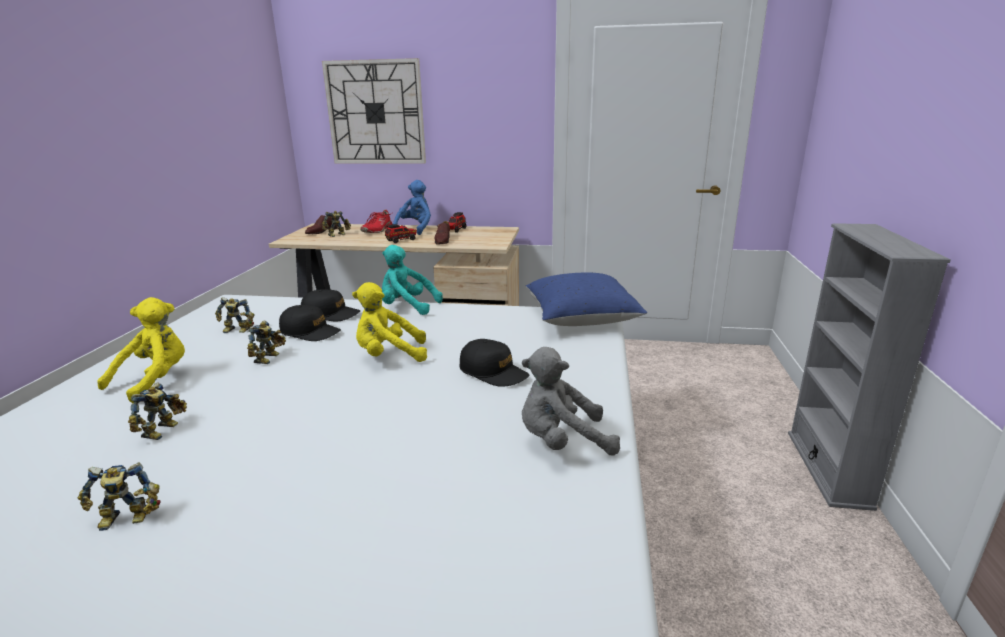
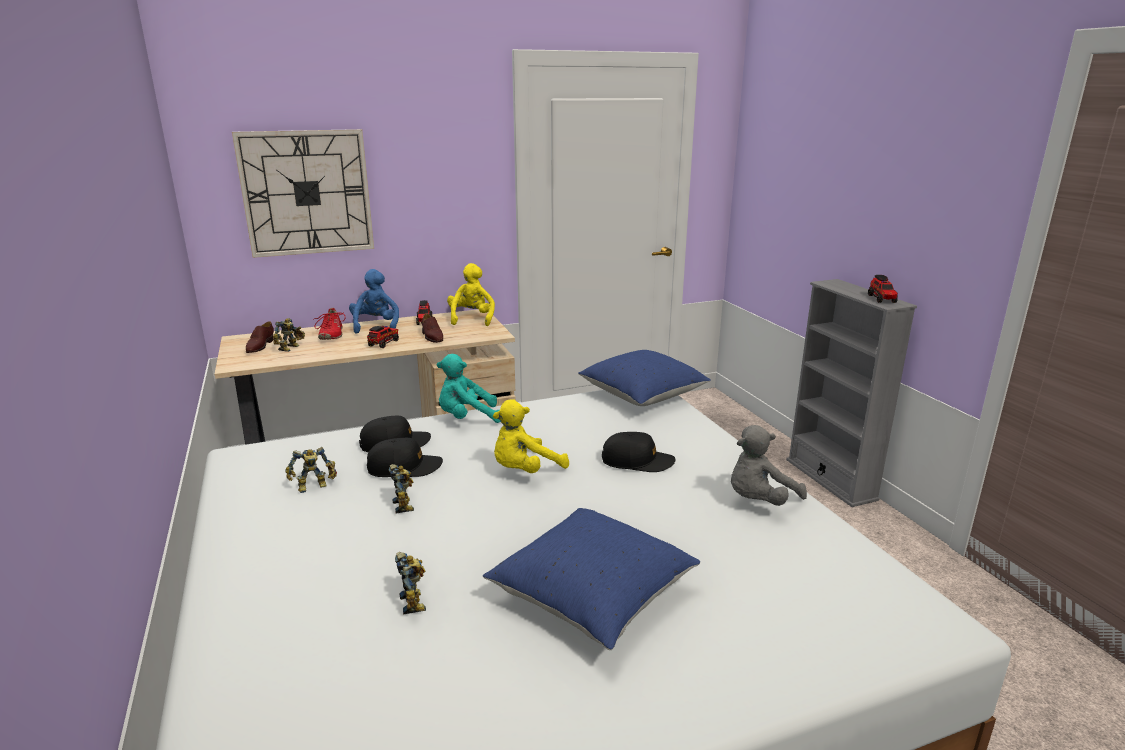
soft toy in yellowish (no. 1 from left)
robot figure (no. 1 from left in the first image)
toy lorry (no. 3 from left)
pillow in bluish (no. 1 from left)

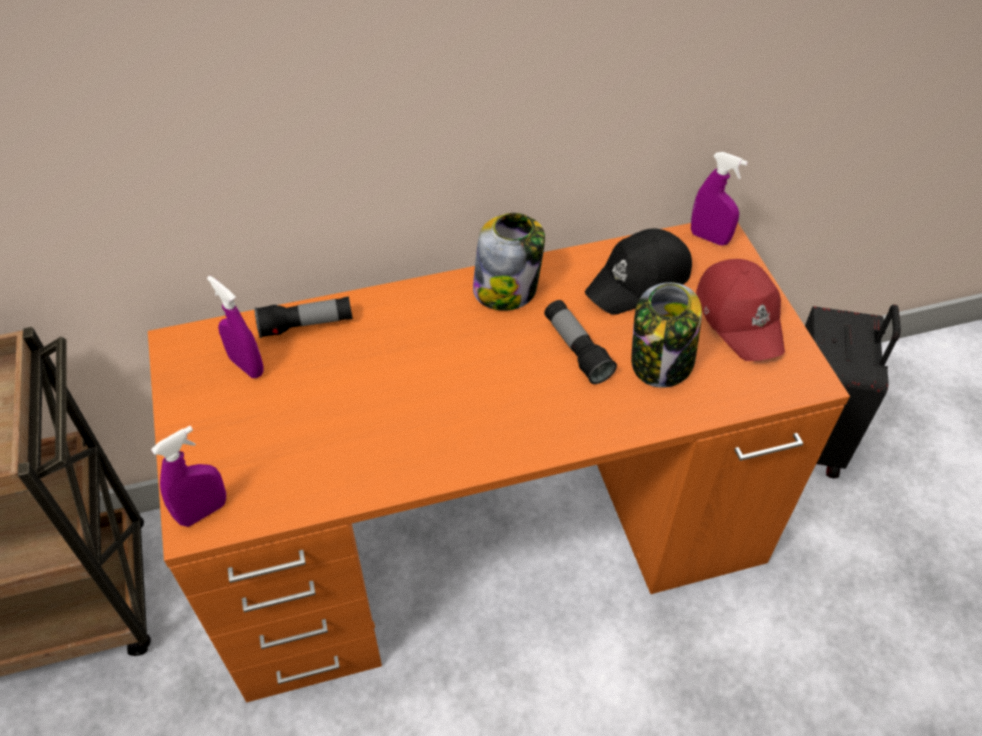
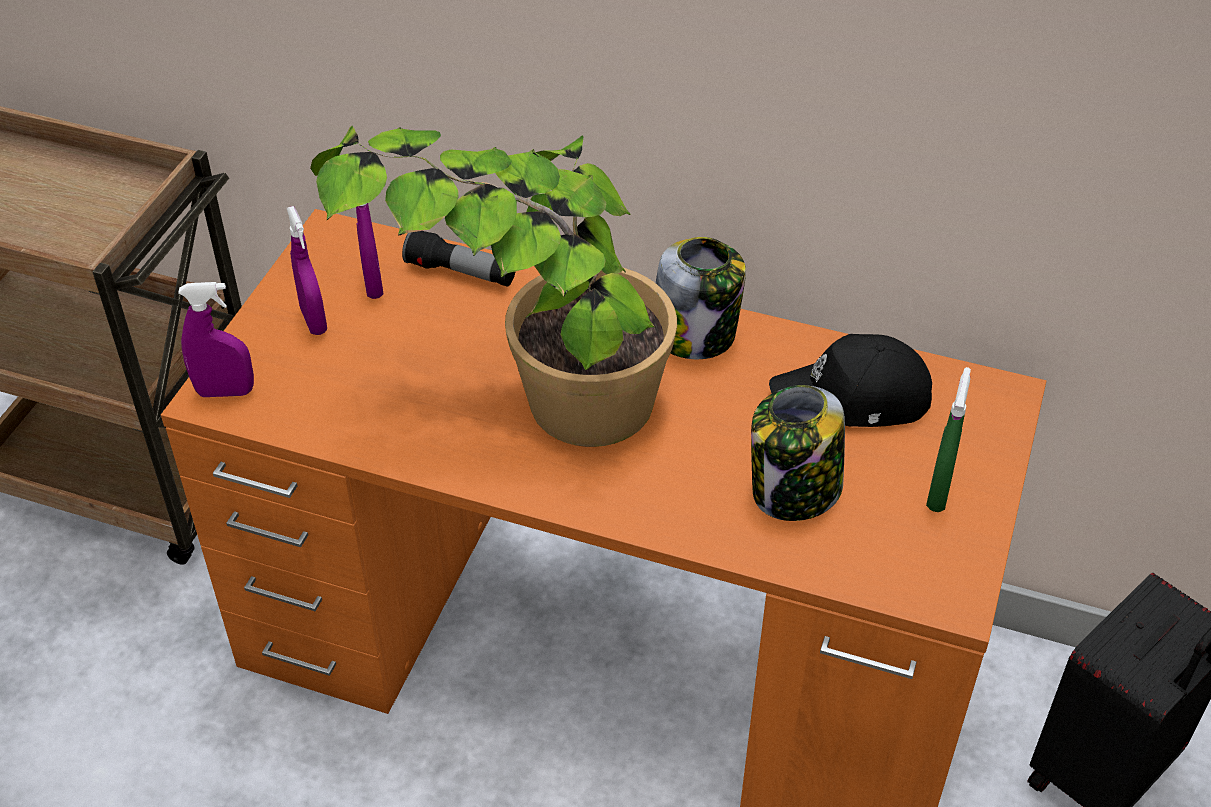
spray bottle in purple-coloured (no. 2 from left)
spray bottle in green-coloured
torch (no. 2 from left in the first image)
plant in a pot

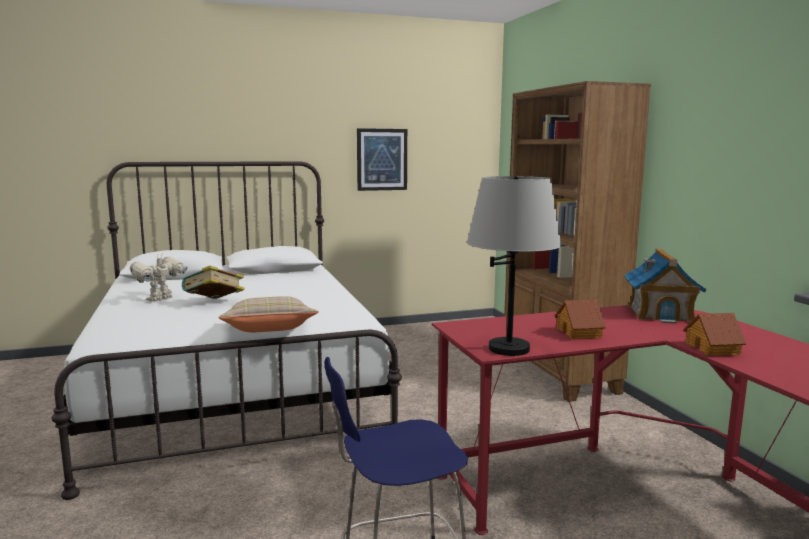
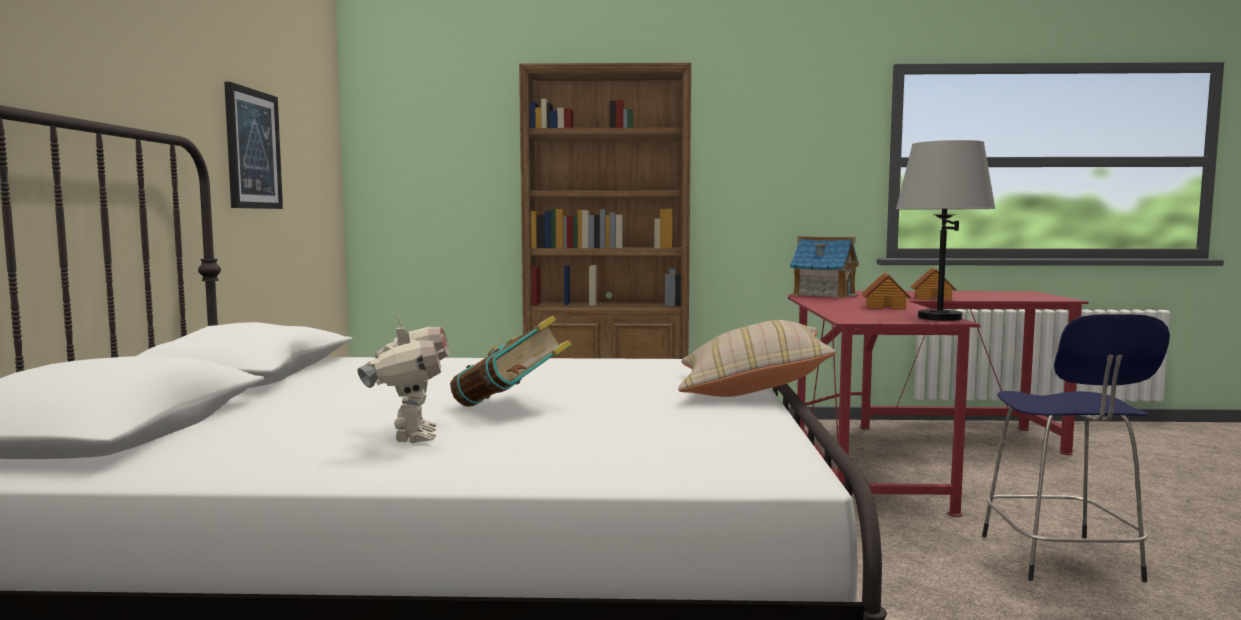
robot figure

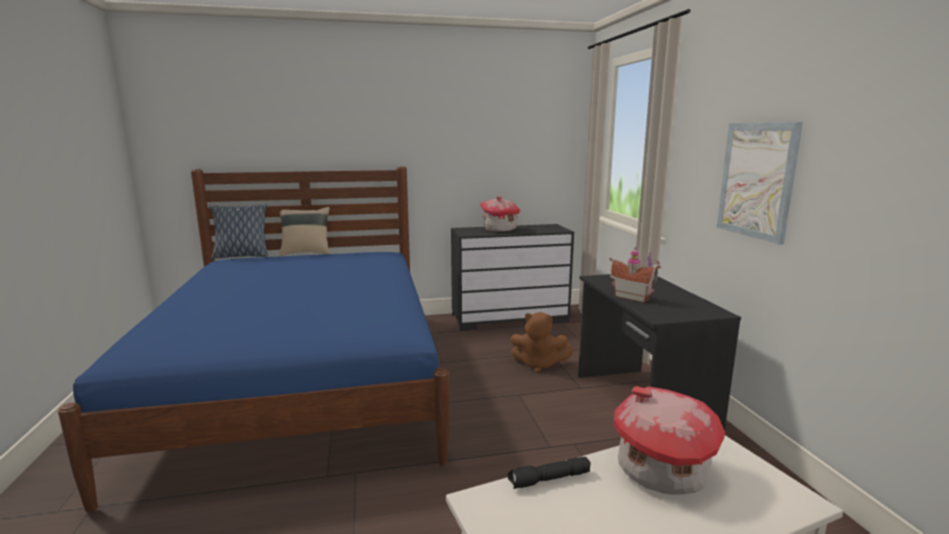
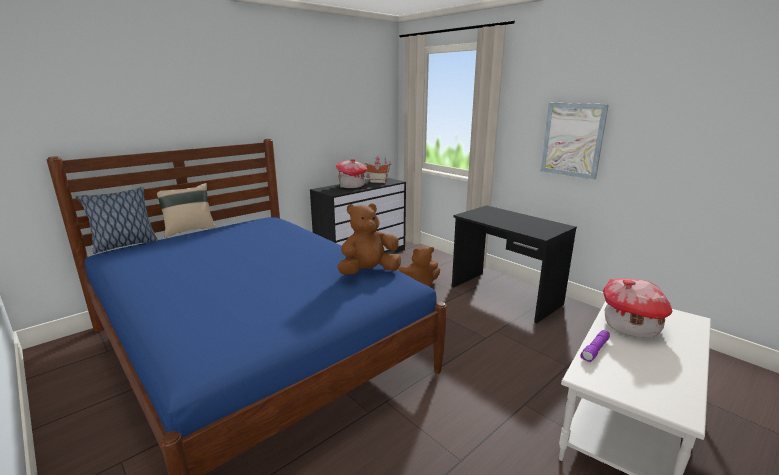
model house (no. 2 from left)
torch in purple-coloured
soft toy in brown (no. 1 from left)

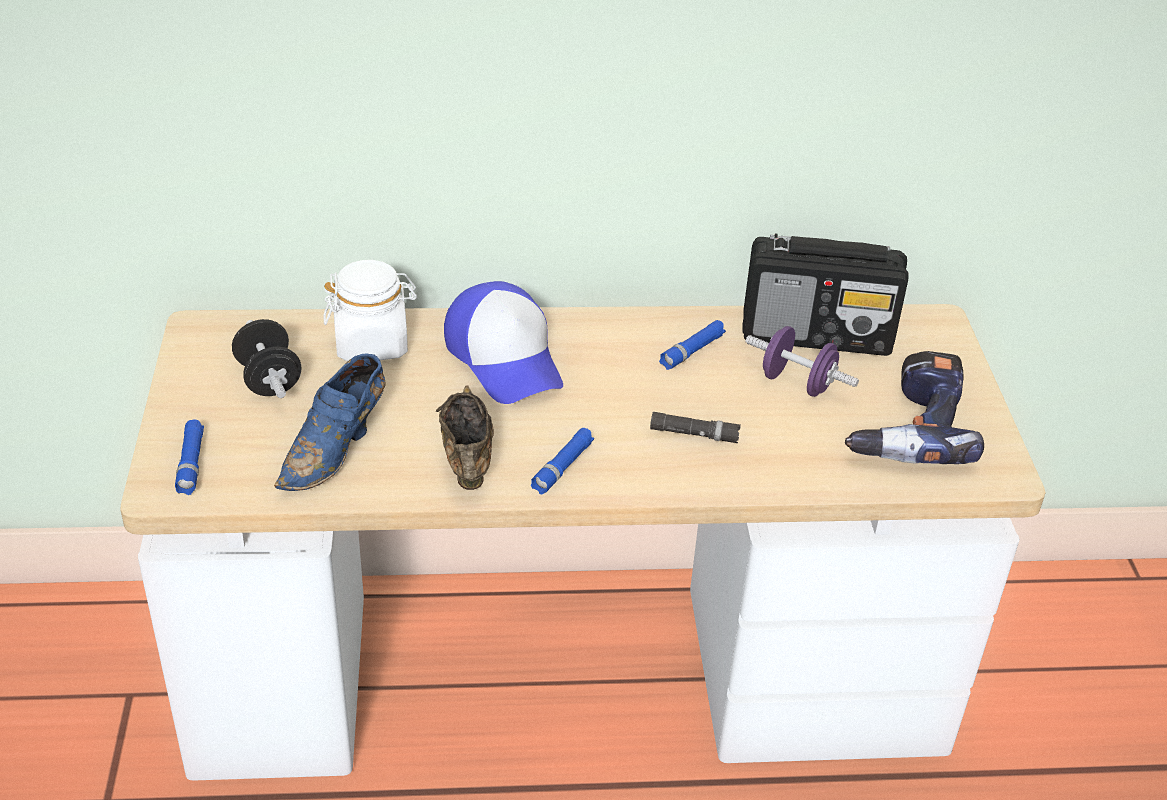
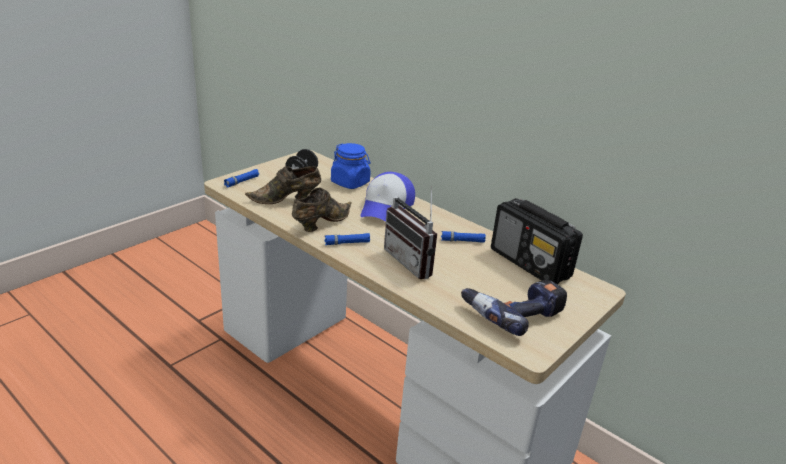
preserve jar in bluish
free weight in purple-coloured
item of footwear in brown (no. 1 from left)
radio (no. 1 from left)

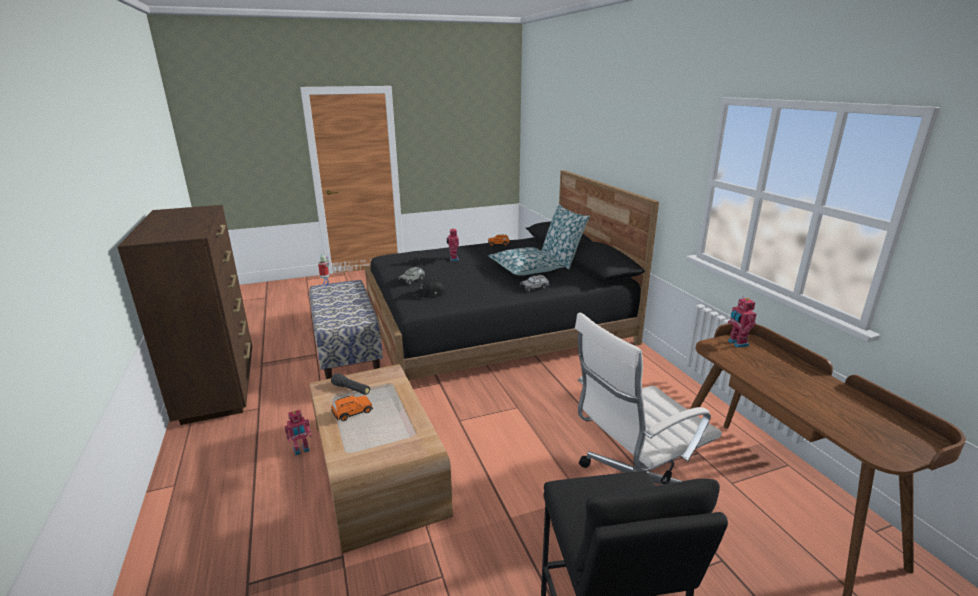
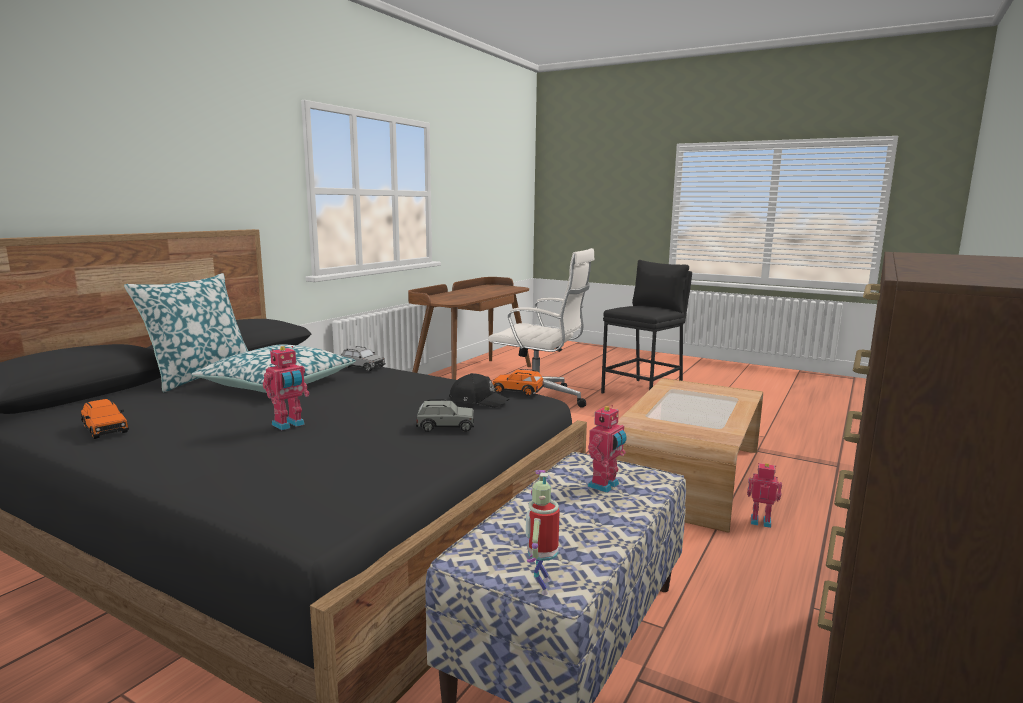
robot figure (no. 3 from left)
torch in blackish
model car in orange (no. 2 from left)

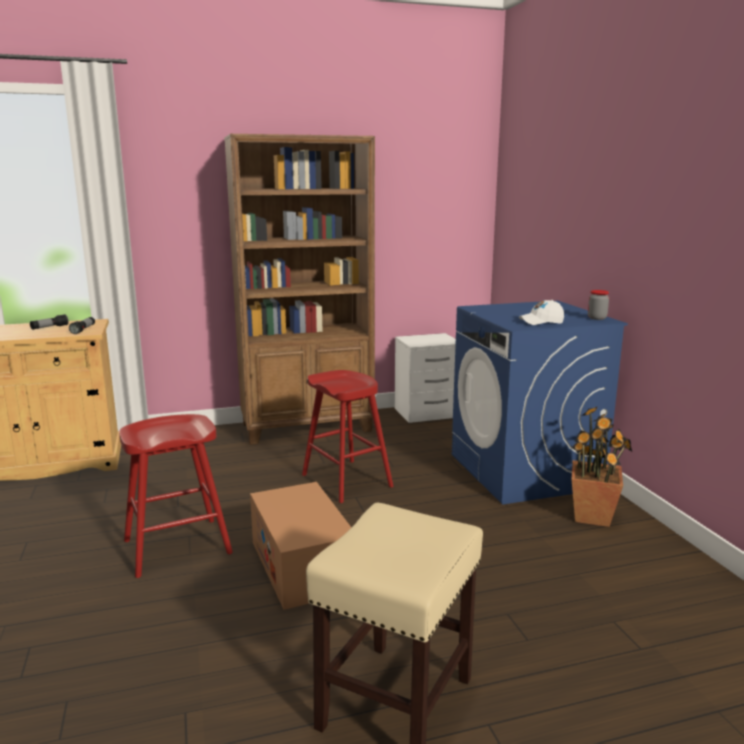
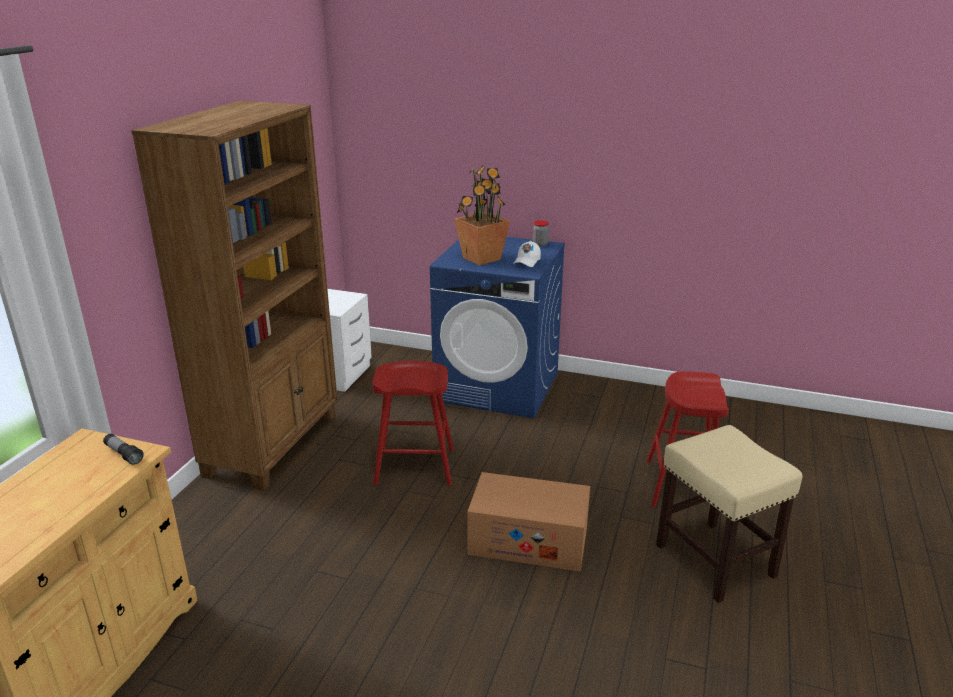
torch (no. 1 from left in the first image)
plant in a pot
stool in red-coloured (no. 2 from left)

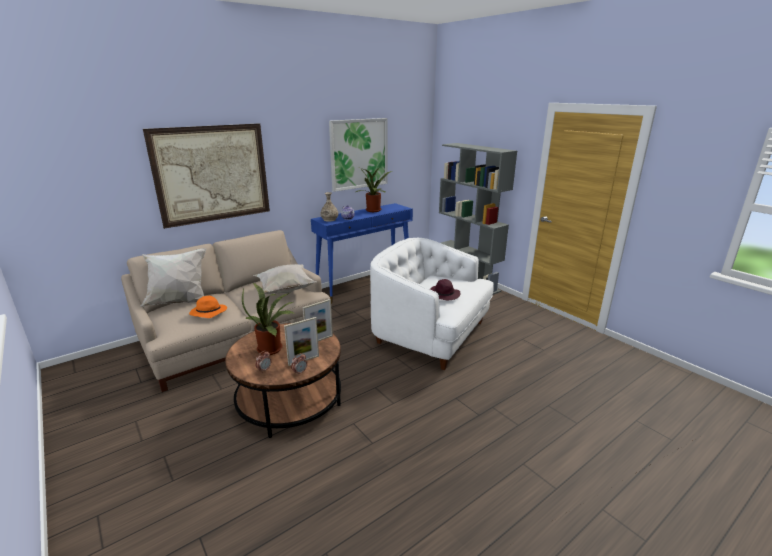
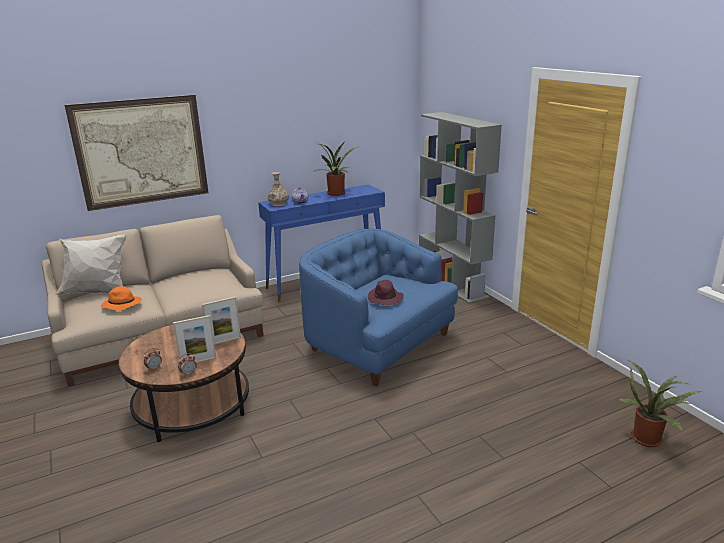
wall picture (no. 2 from left in the first image)
armchair in bluish
pillow in whitish (no. 2 from left in the first image)
plant in a pot (no. 2 from left)

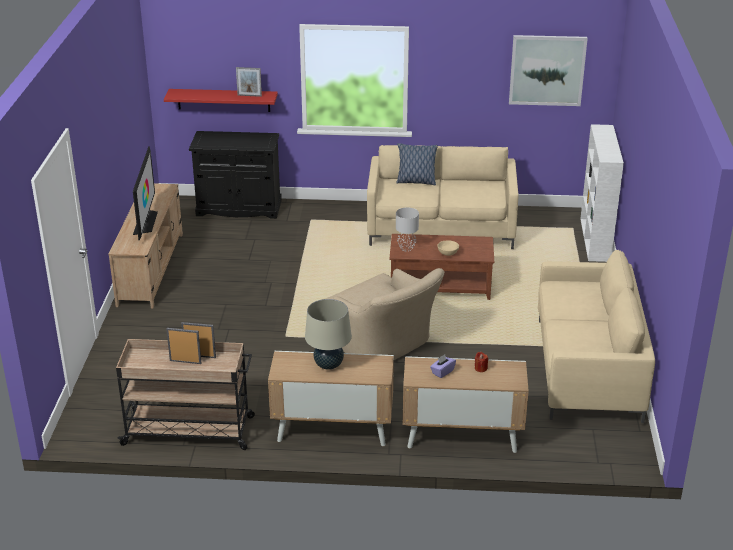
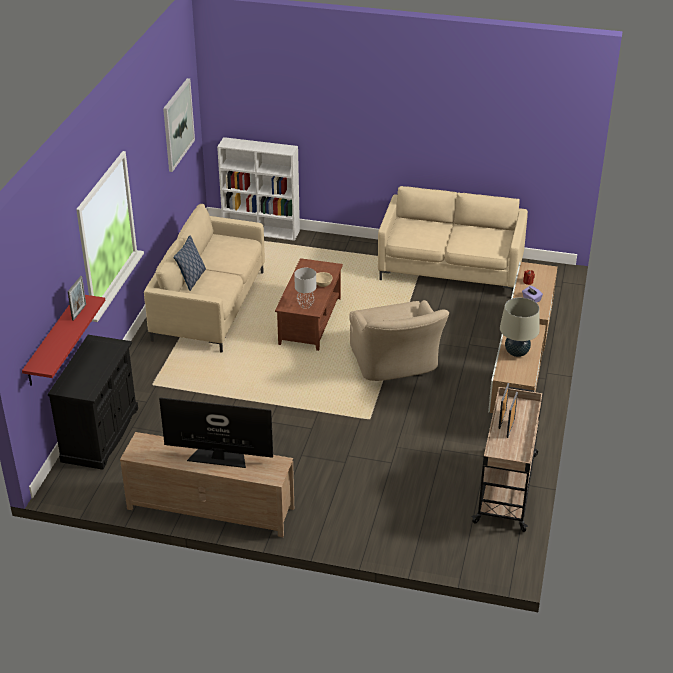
armchair in beige

